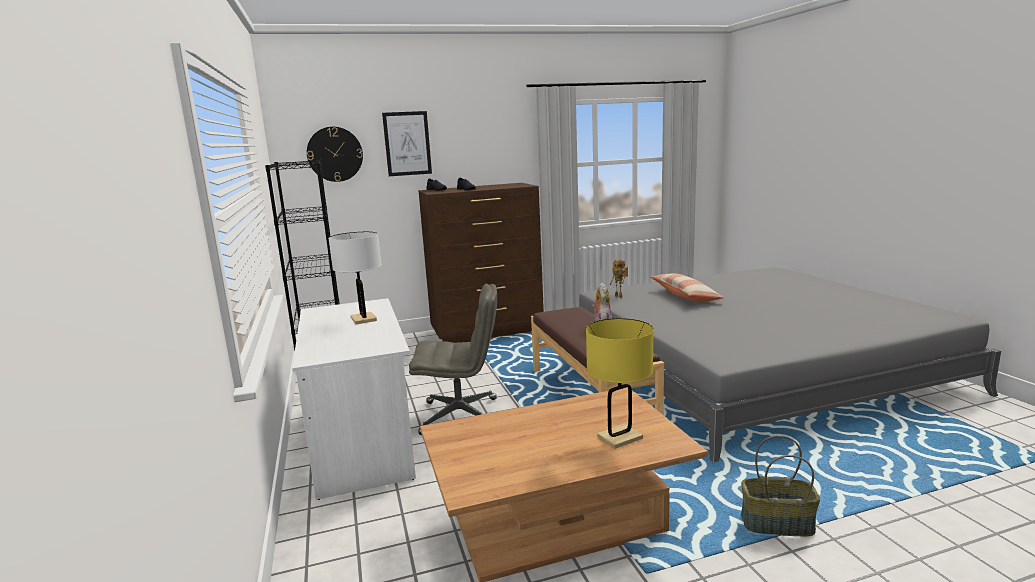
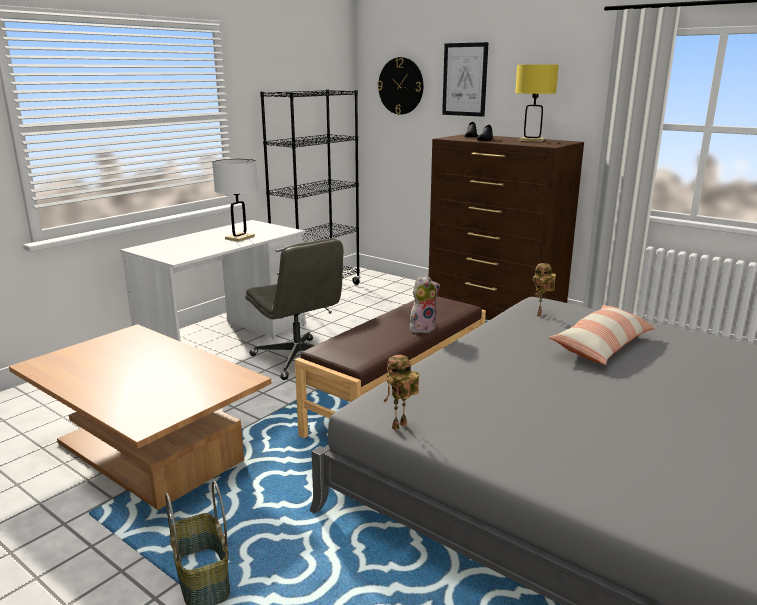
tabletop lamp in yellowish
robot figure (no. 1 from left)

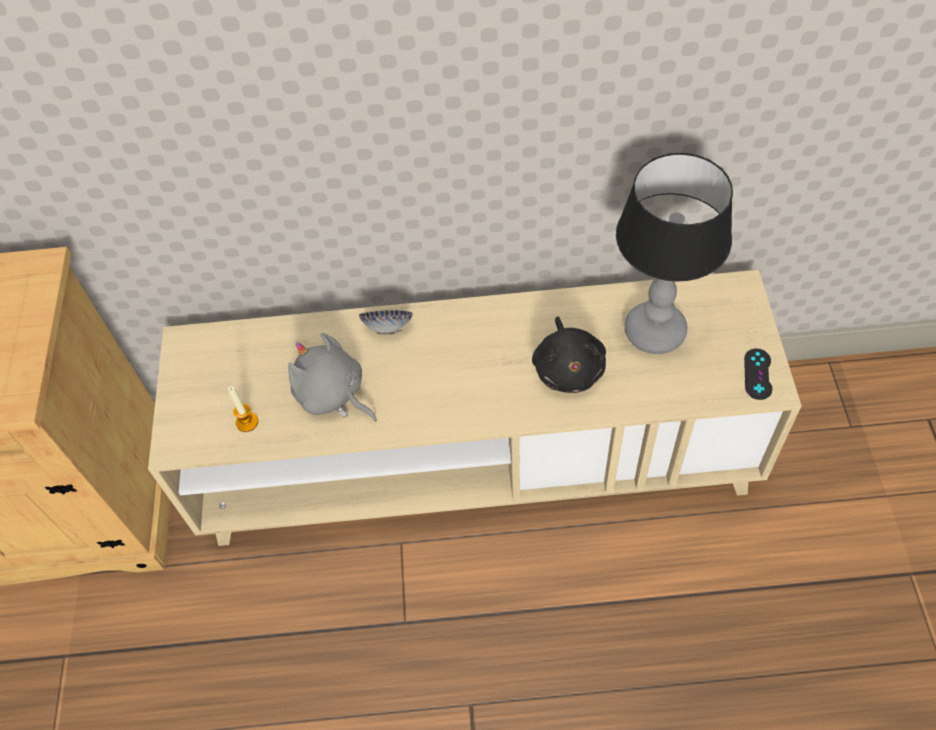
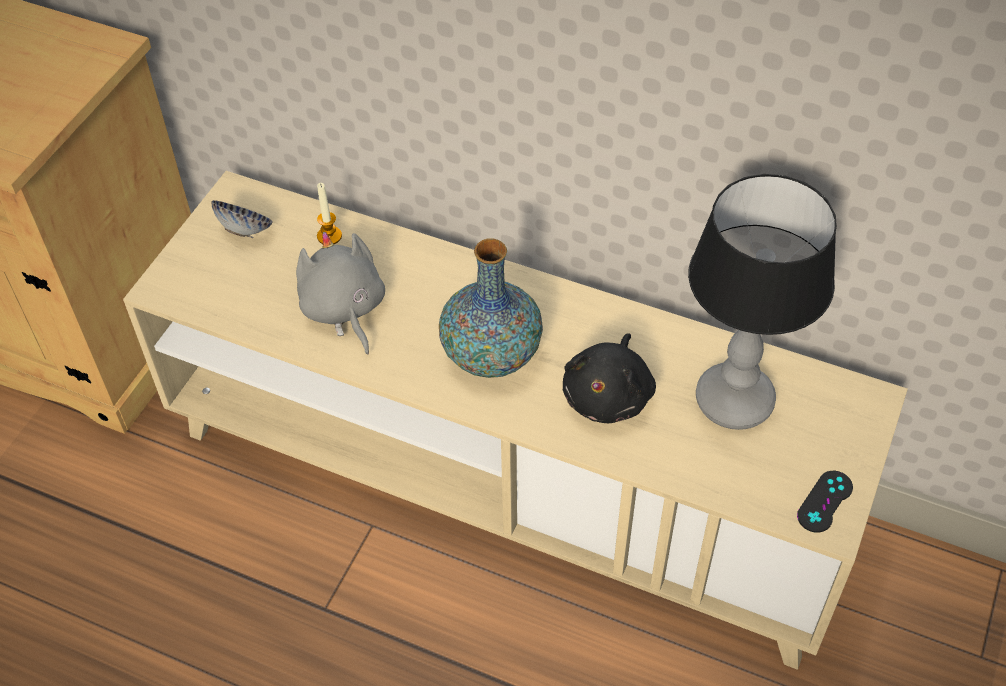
deep dish
candle
decorative vase

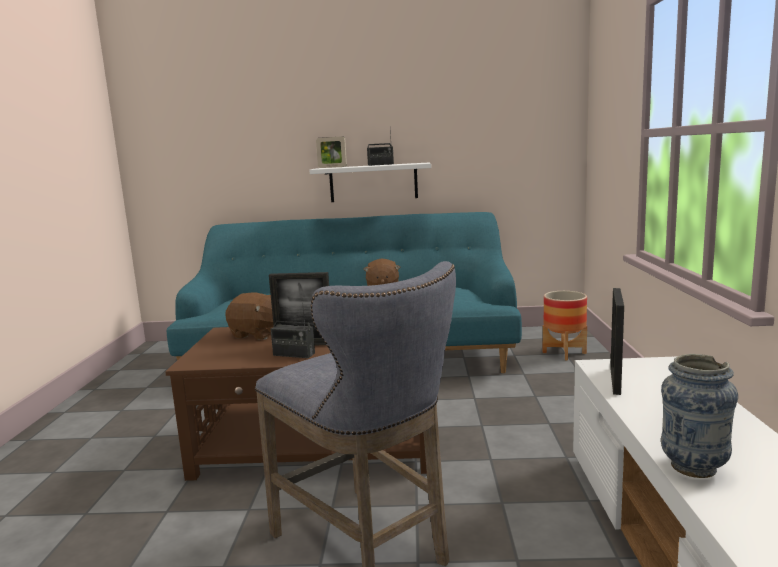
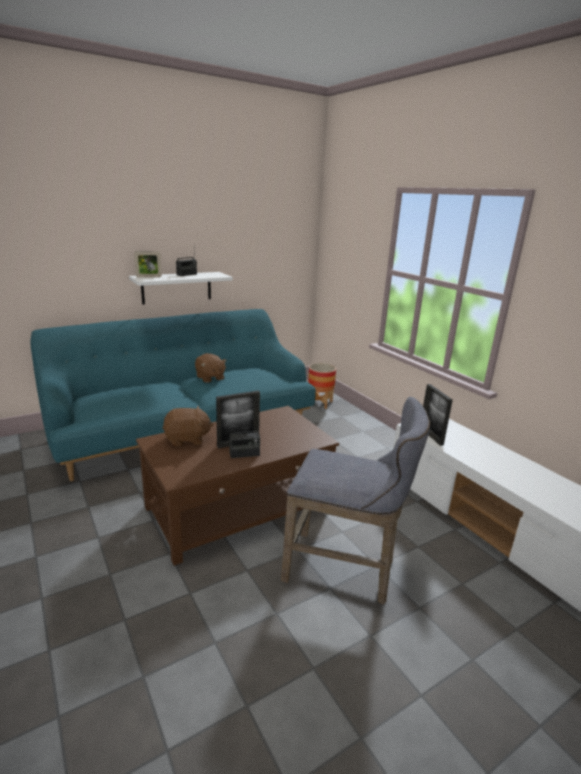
decorative vase

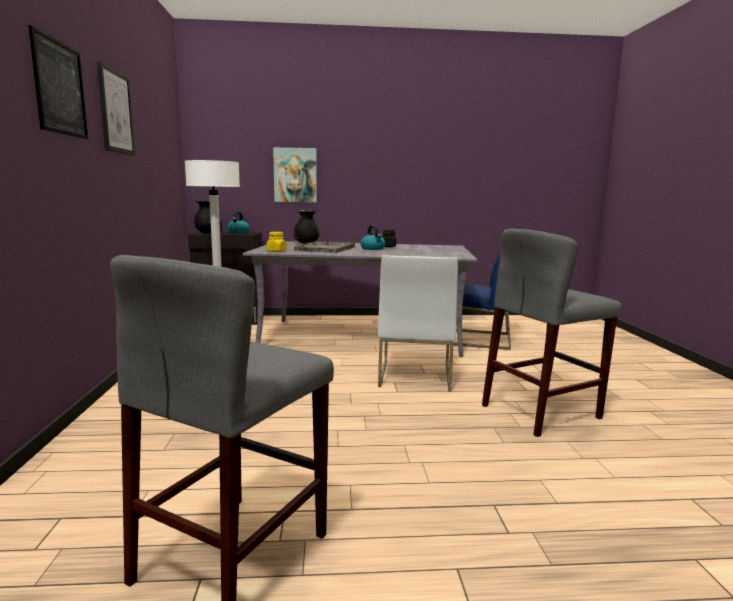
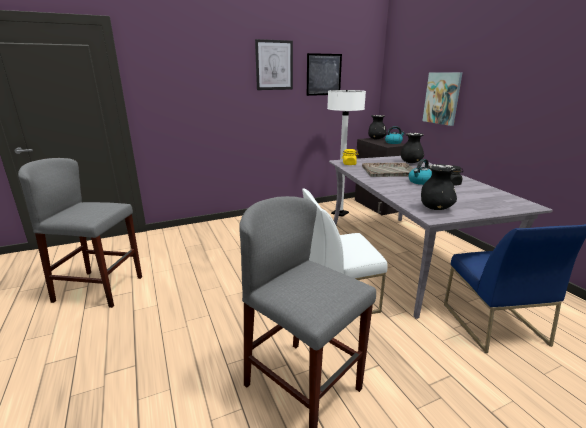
wall picture (no. 2 from left)
decorative vase in blackish (no. 3 from left)

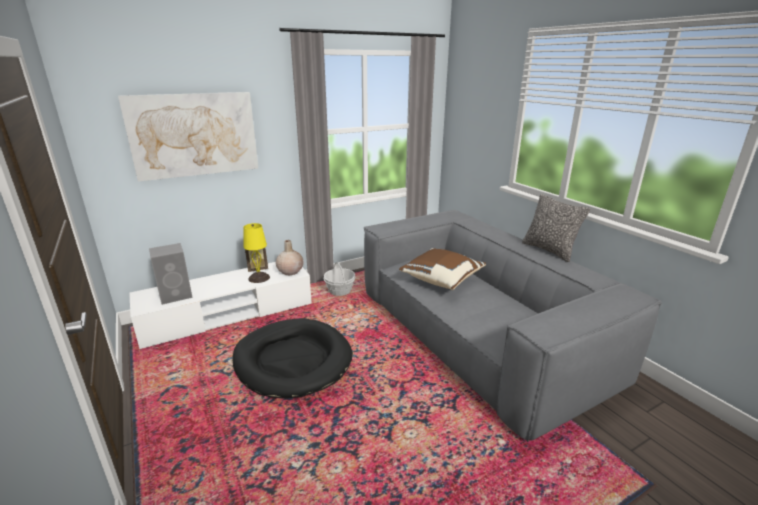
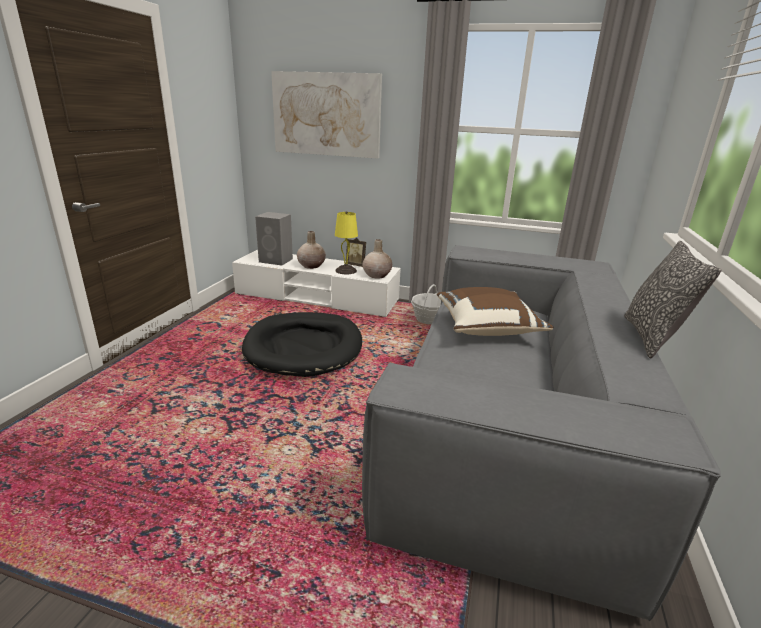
decorative vase in beige (no. 1 from left)

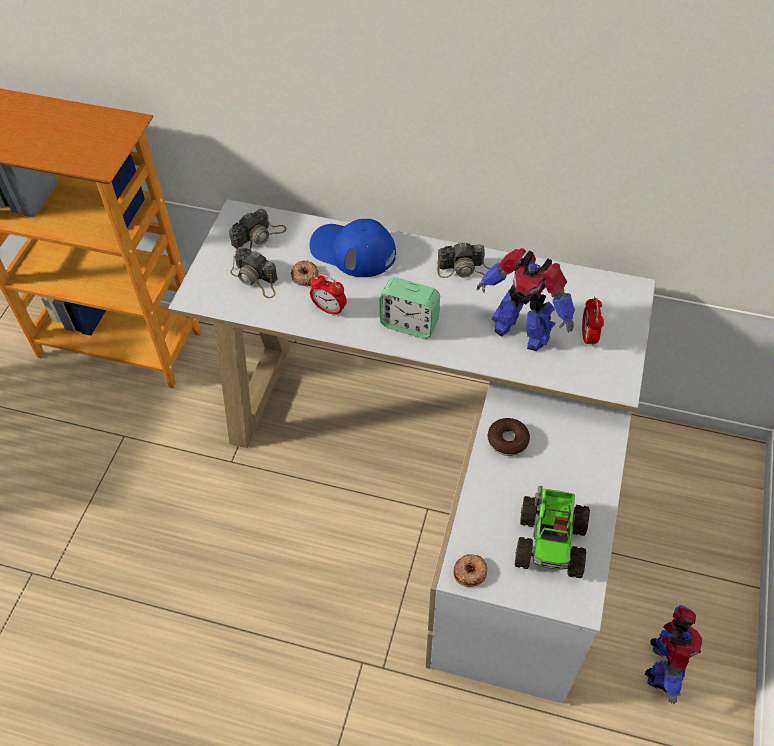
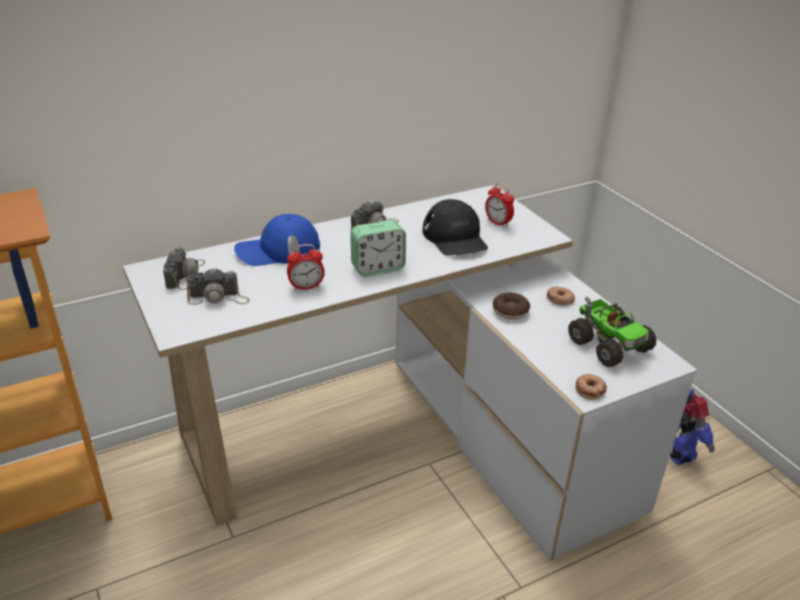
cap in blackish
donut (no. 2 from left)

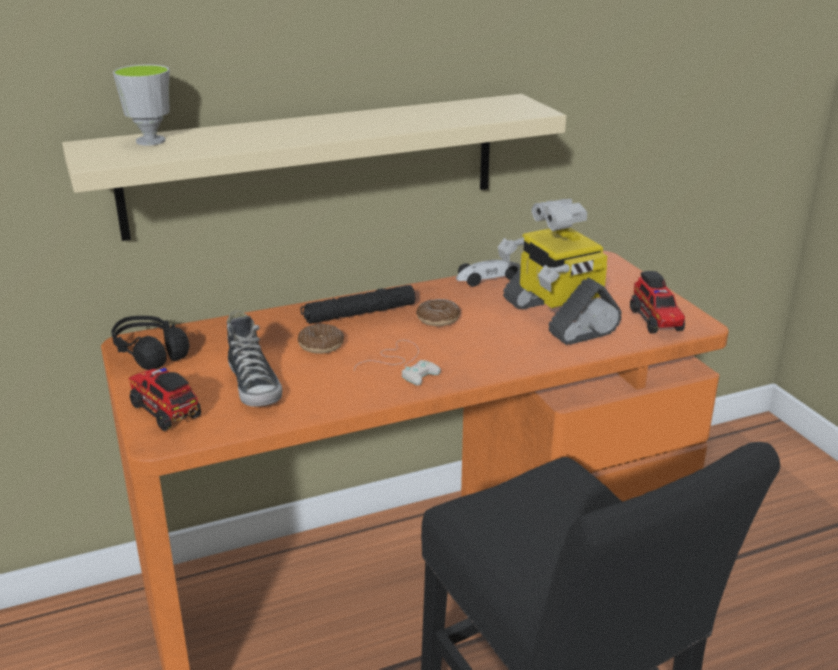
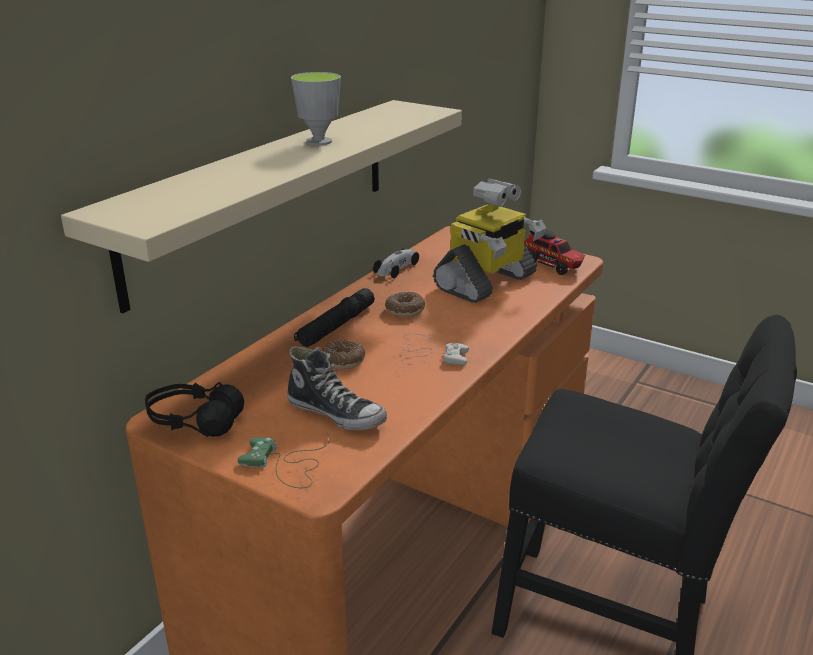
small cup
robot figure
gamepad in green-coloured

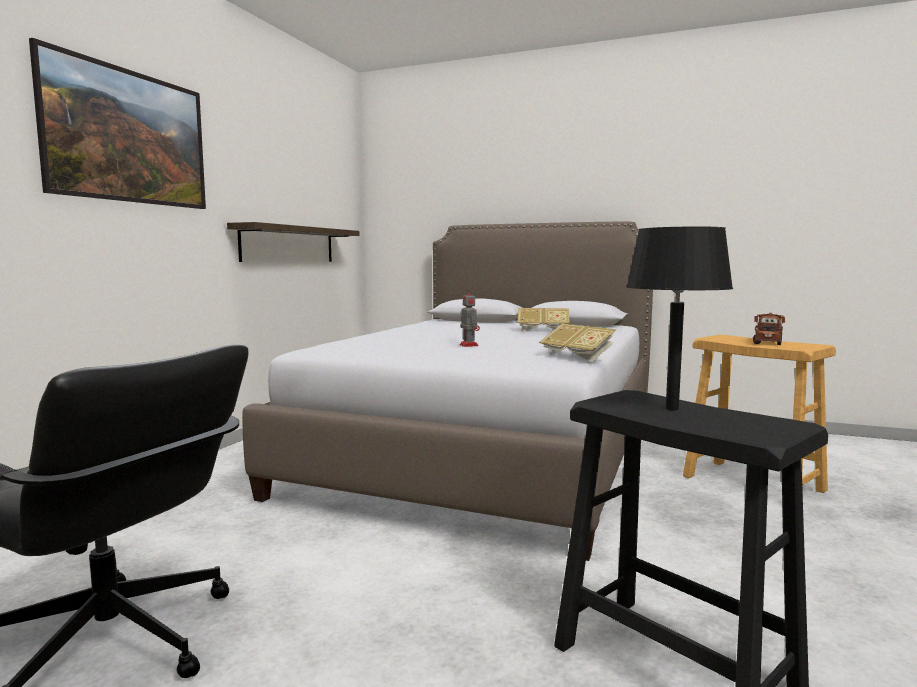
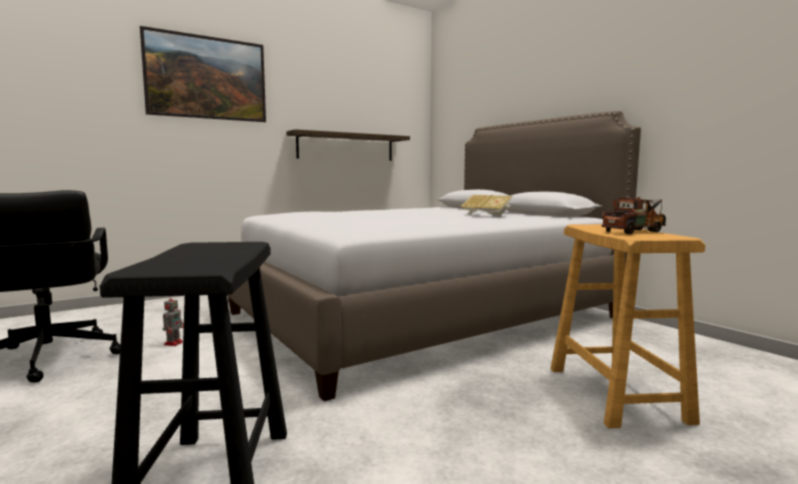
tabletop lamp in blackish
robot figure
bound book (no. 2 from left in the first image)

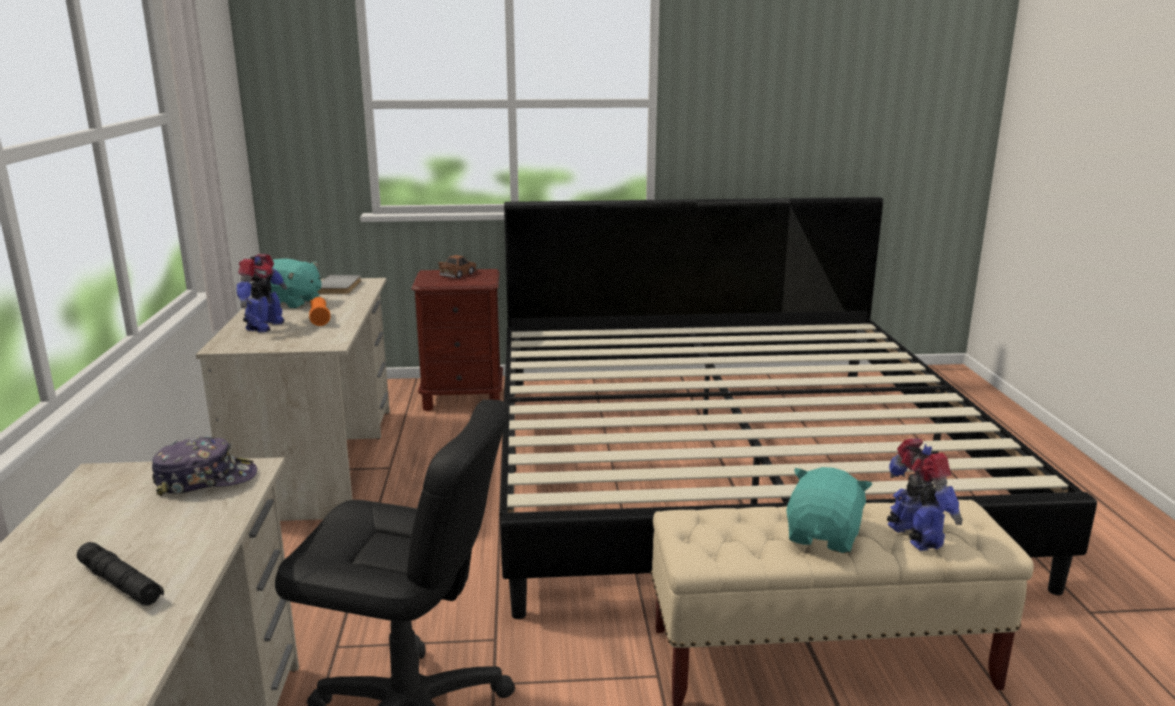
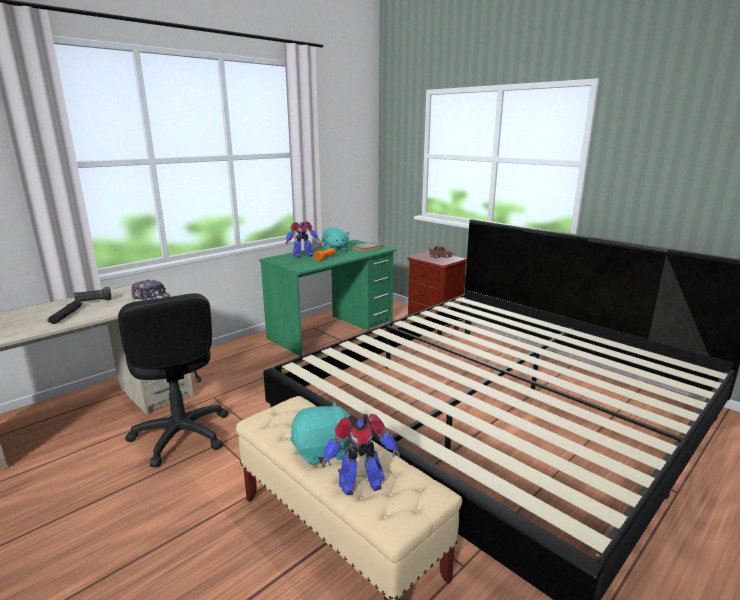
desk in green-coloured
robot figure (no. 2 from left)
torch in blackish (no. 2 from left)

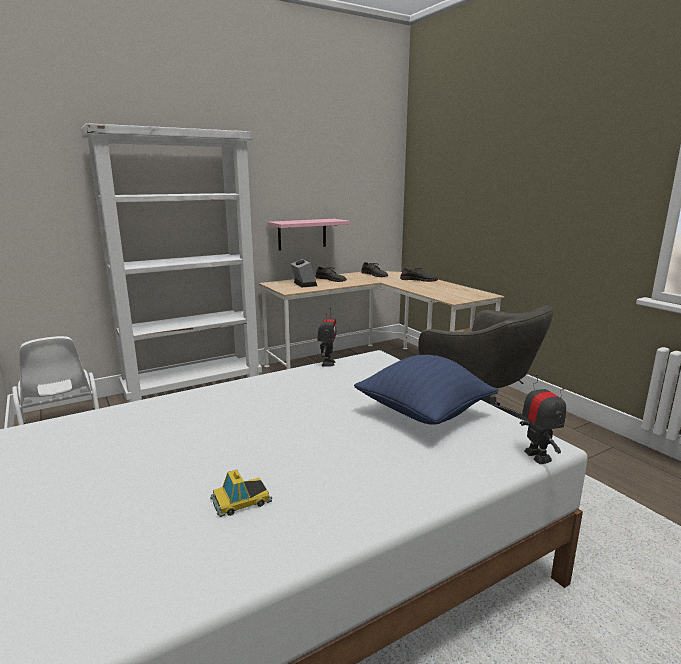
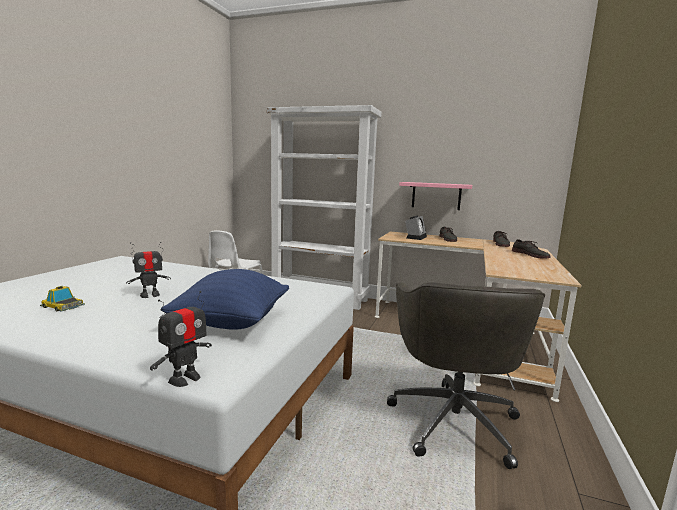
robot figure (no. 1 from left)

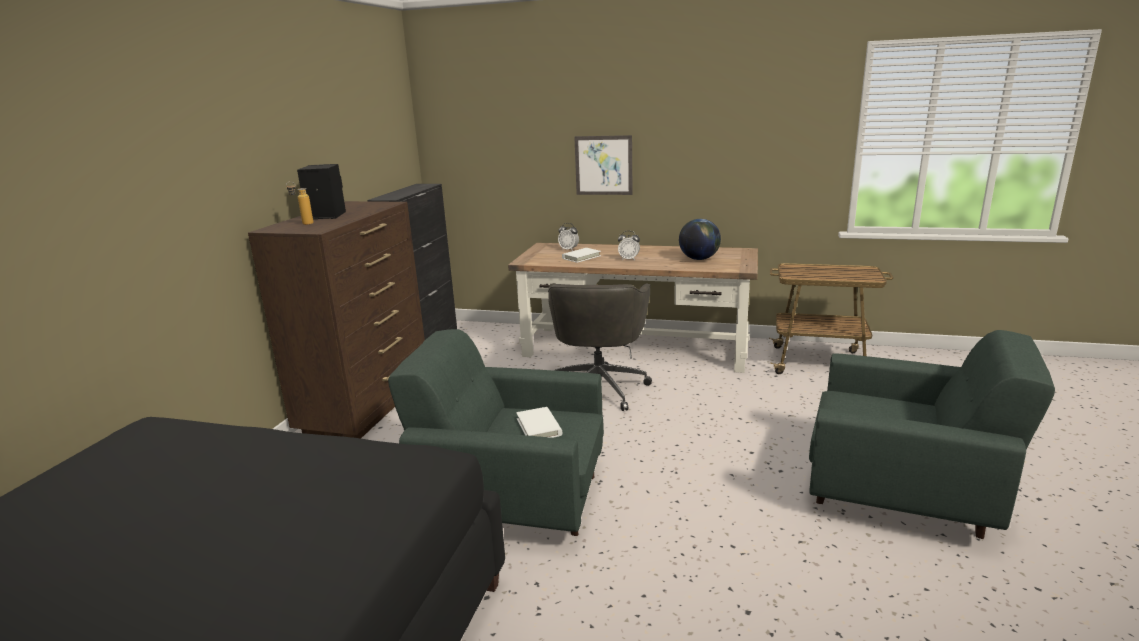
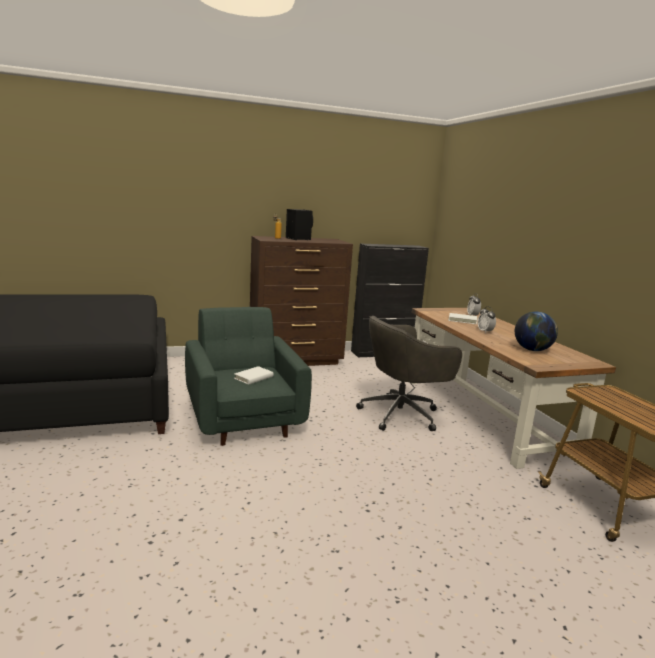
wall picture
armchair in green-coloured (no. 2 from left in the first image)

